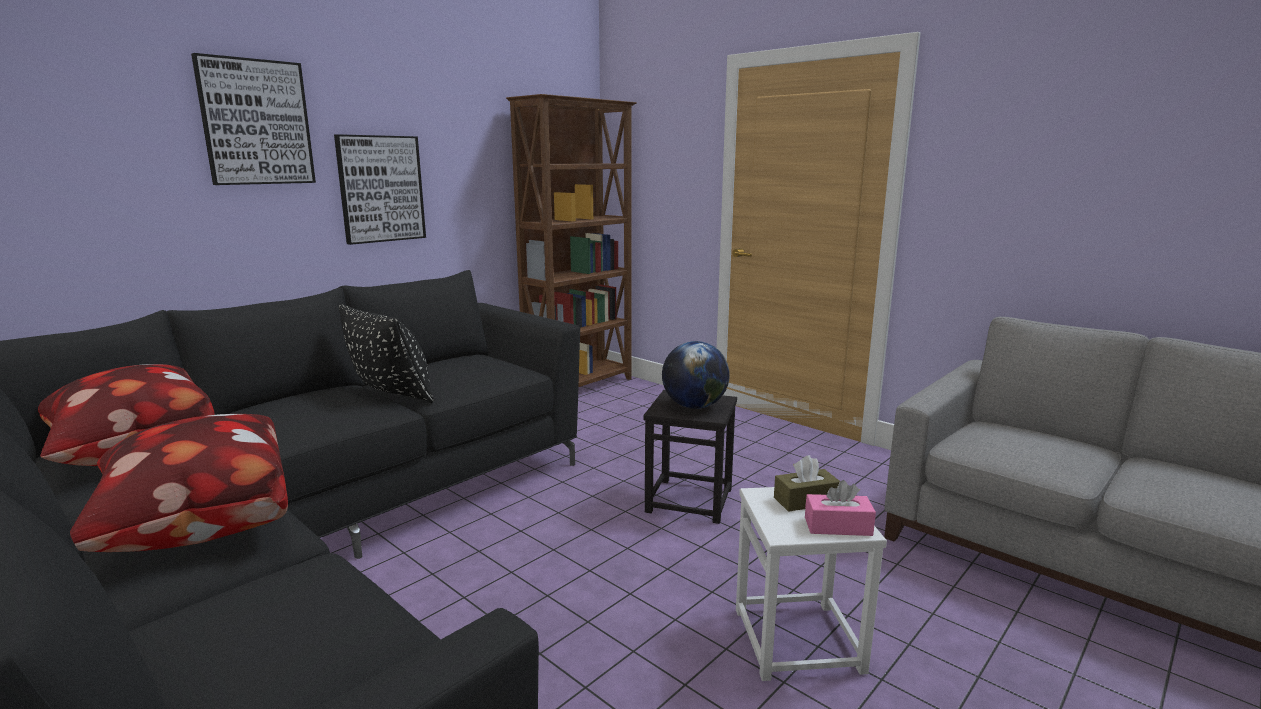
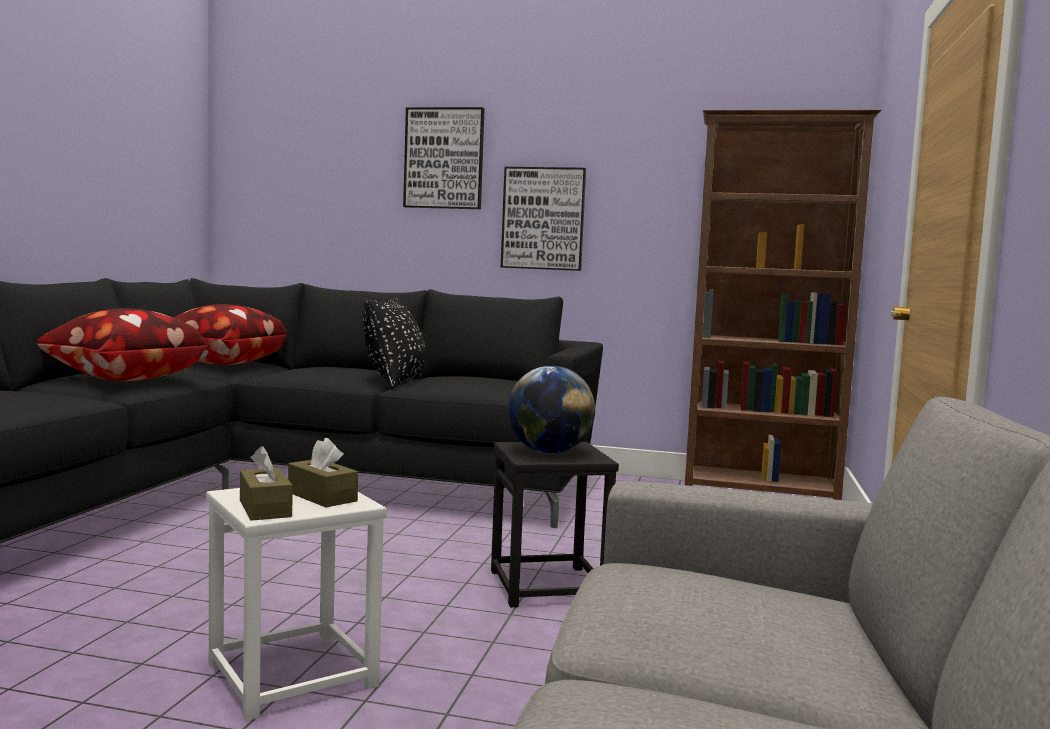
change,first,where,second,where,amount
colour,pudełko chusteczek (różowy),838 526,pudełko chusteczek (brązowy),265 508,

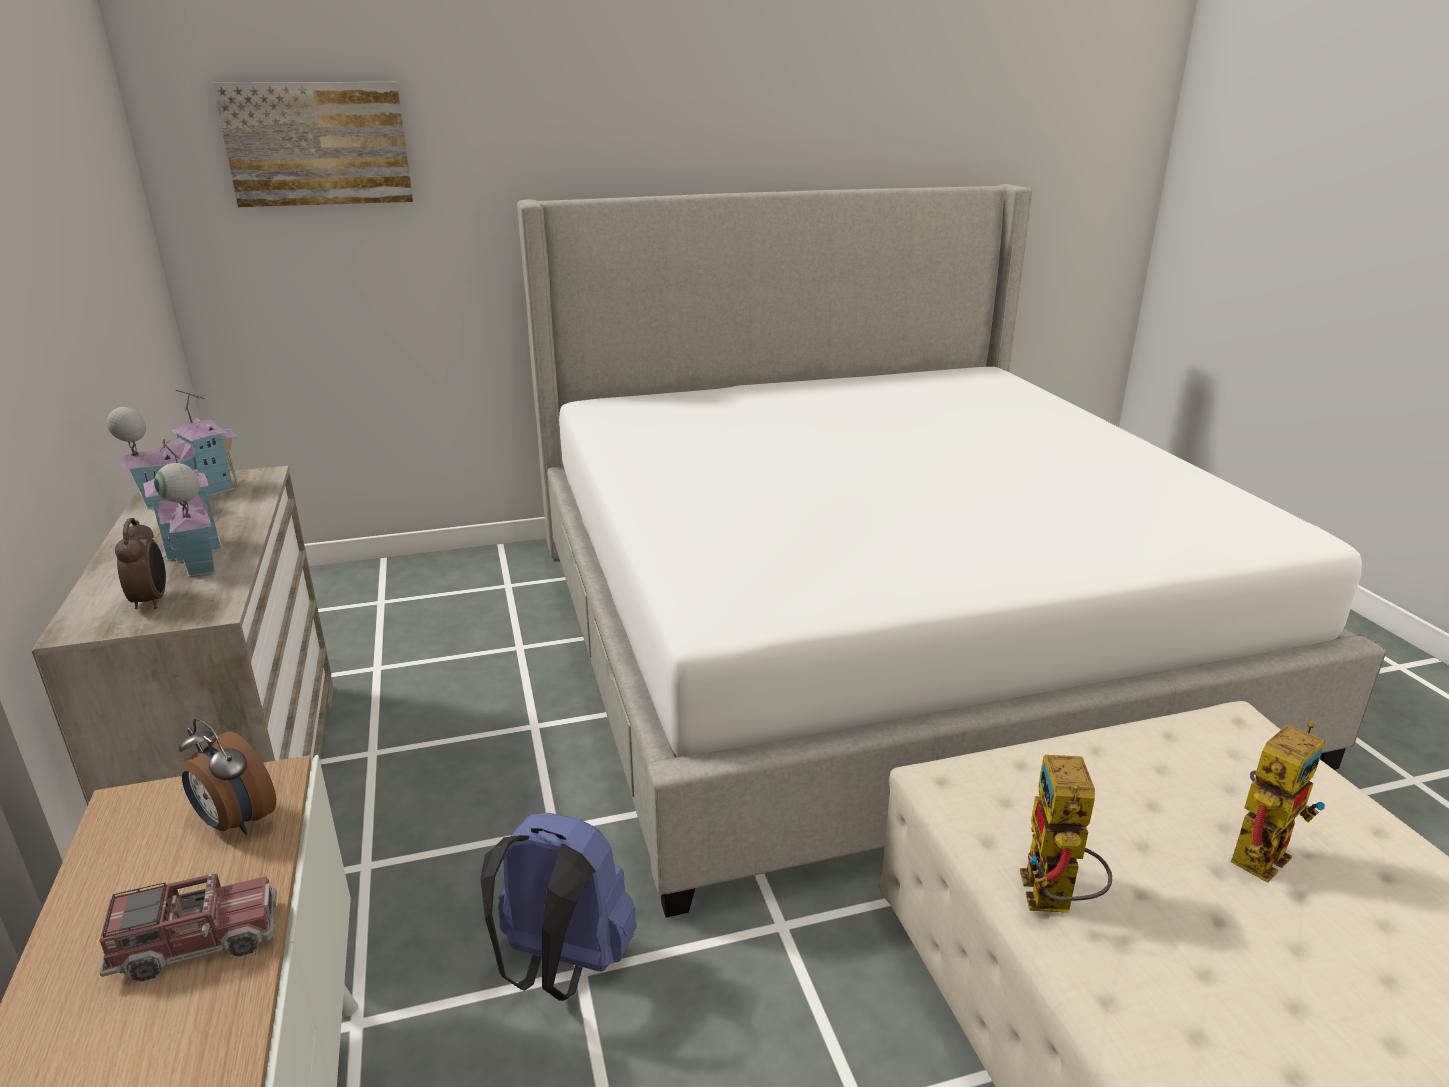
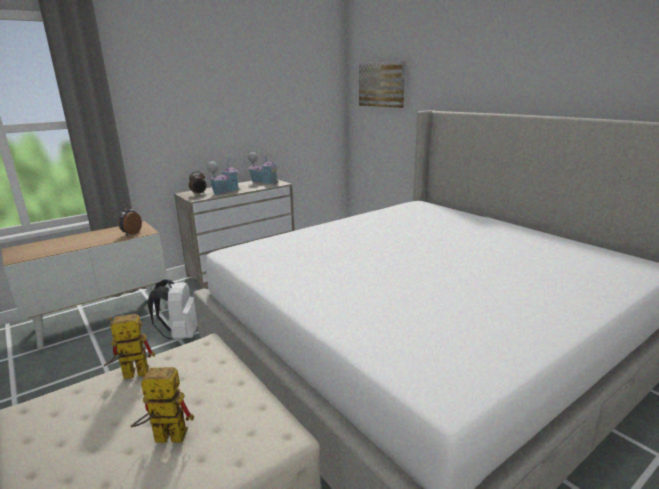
change,first,where,second,where,amount
spun,robot zabawkowy,1260 850,,163 438,150 degrees clockwise
colour,plecak (niebieski),561 966,plecak (biały),181 335,
missing,ciężarówka zabawkowa,197 941,,,

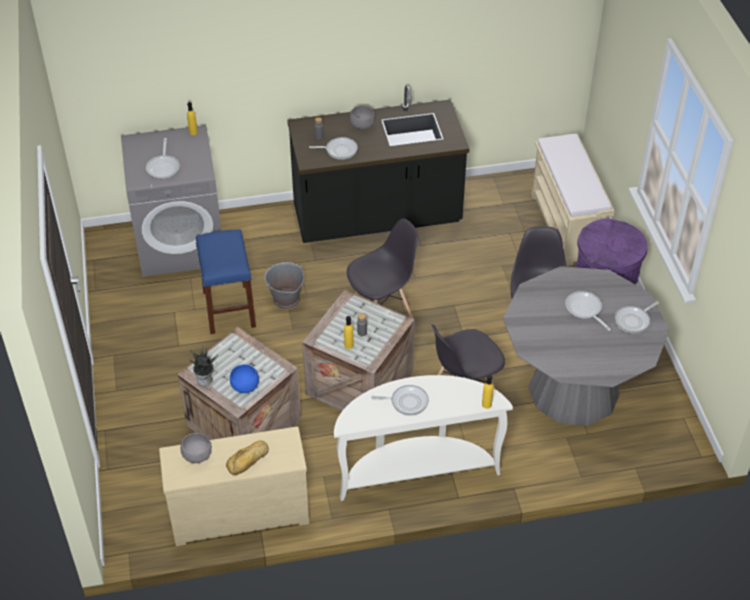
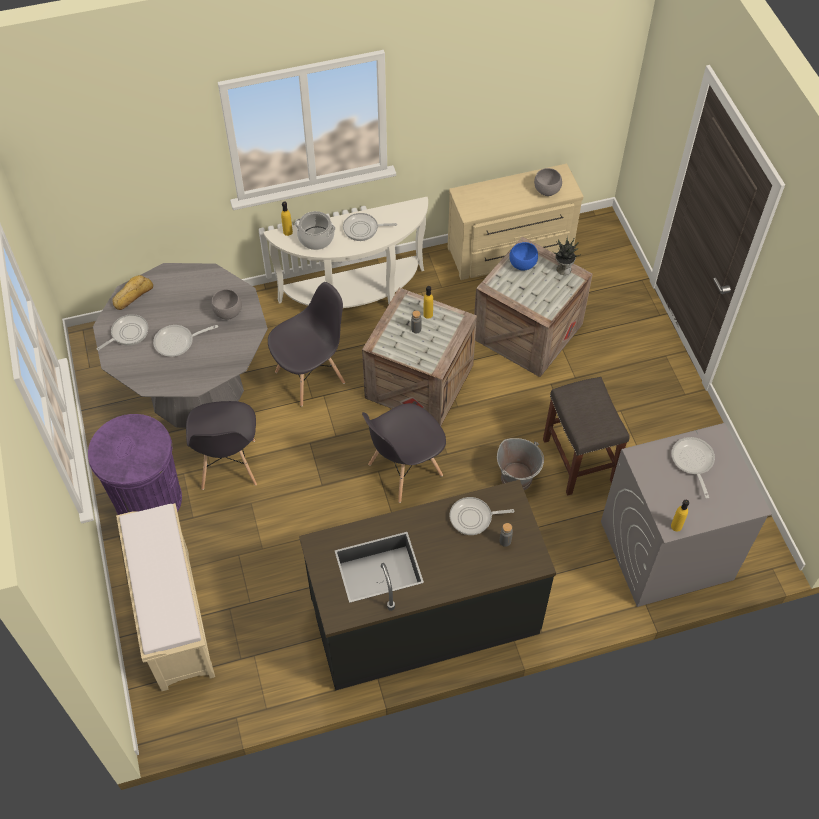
change,first,where,second,where,amount
relocated,chleb,249 460,,132 295,
spun,patelnia,585 310,,178 342,105 degrees clockwise
relocated,miska (szary),362 125,,228 313,
appeared,,,garnek,316 238,
colour,stołek (niebieski),228 308,stołek (szary),580 461,

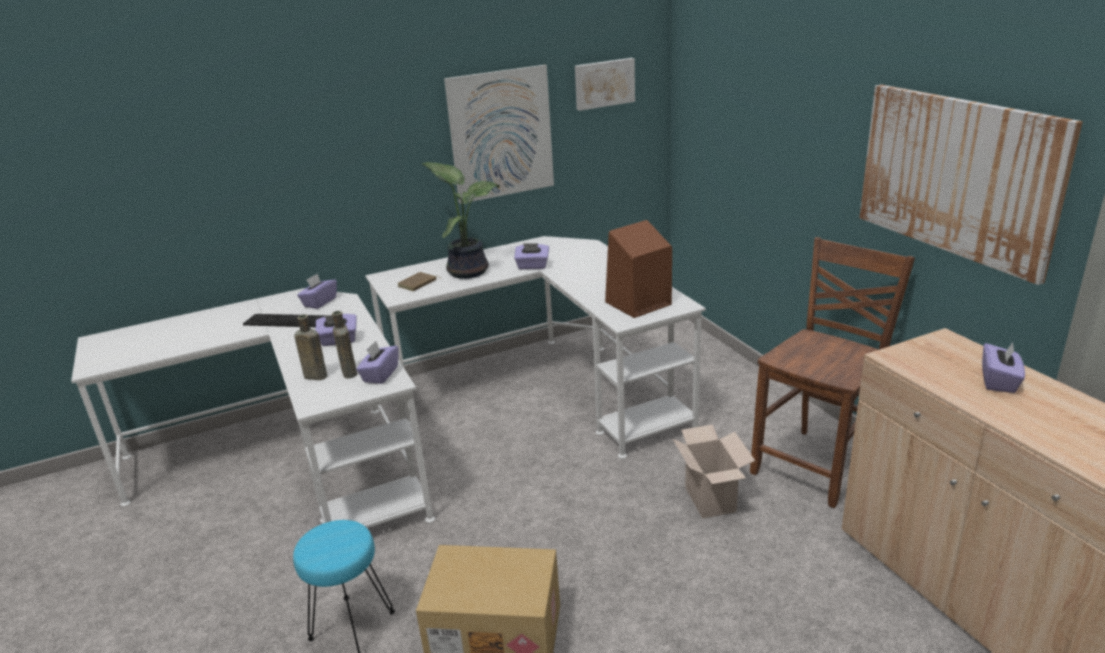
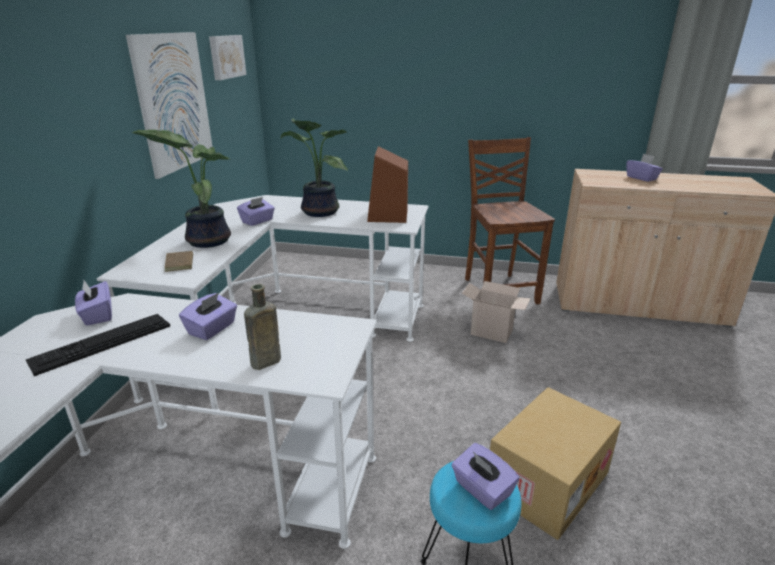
change,first,where,second,where,amount
appeared,,,roślina doniczkowa,317 212,
relocated,pudełko chusteczek (fioletowy),380 375,,482 489,
missing,butelka (brązowy),349 371,,,
missing,obraz,956 176,,,

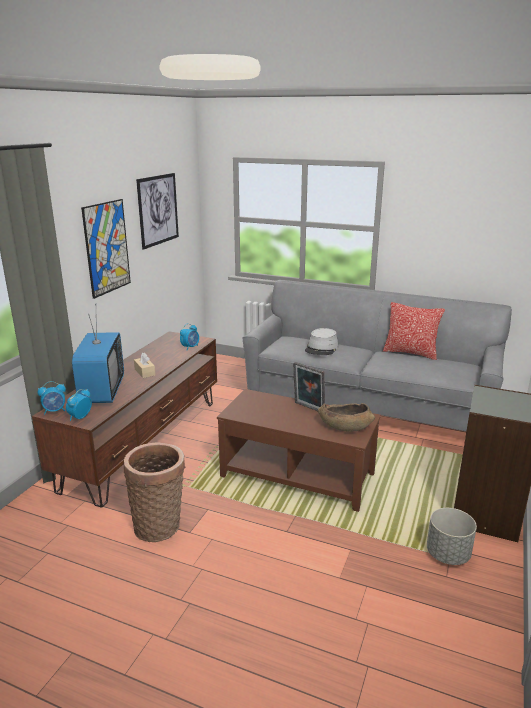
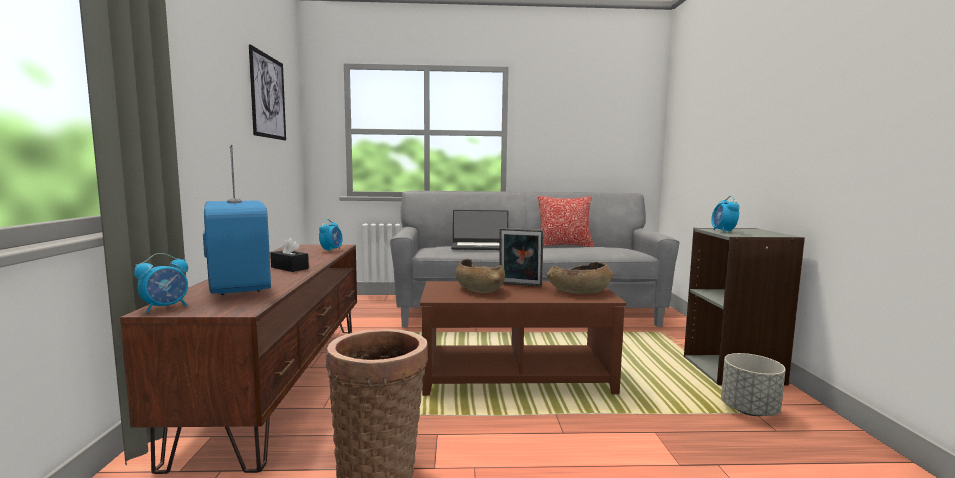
change,first,where,second,where,amount
colour,pudełko chusteczek (beżowy),145 372,pudełko chusteczek (czarny),289 268,
exchanged,kapelusz (szary),321 348,laptop,480 247,
appeared,,,miska (brązowy),479 289,
relocated,budzik,80 417,,723 231,
missing,obraz,107 247,,,

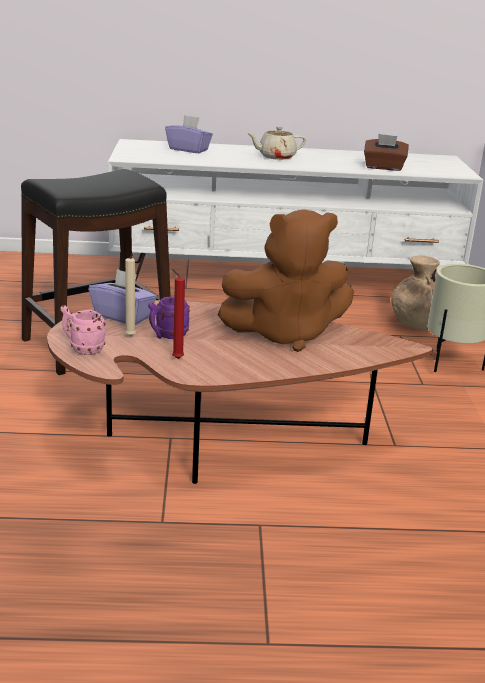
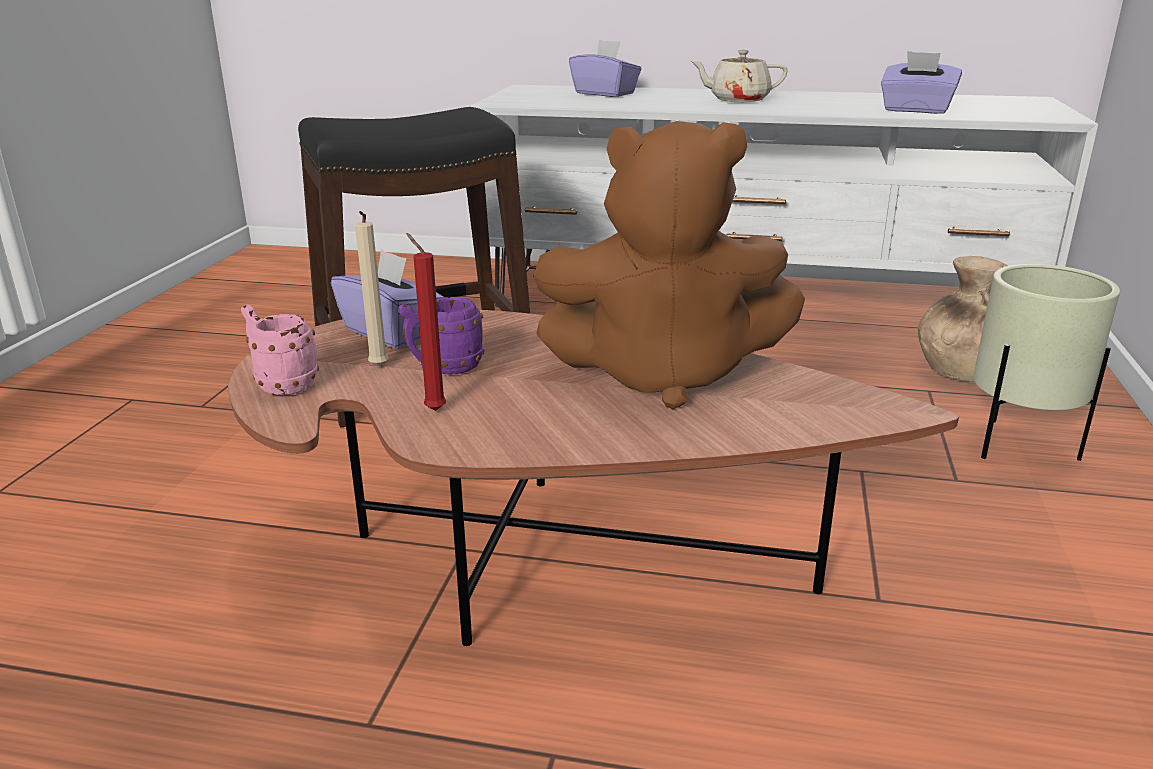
change,first,where,second,where,amount
colour,pudełko chusteczek (brązowy),383 167,pudełko chusteczek (fioletowy),916 110,

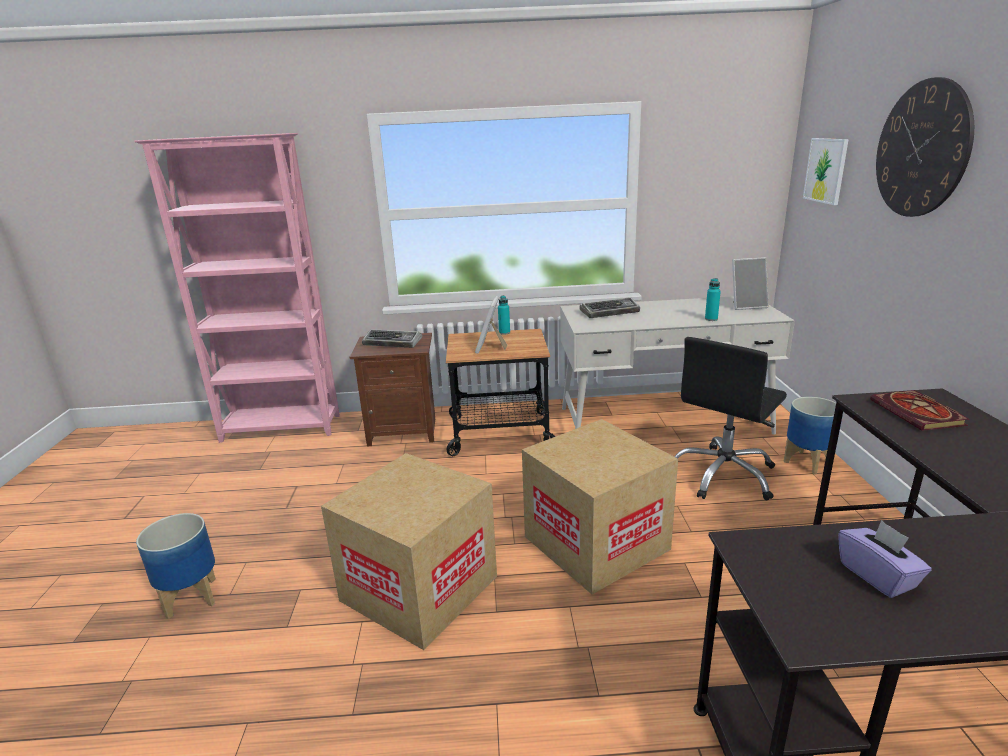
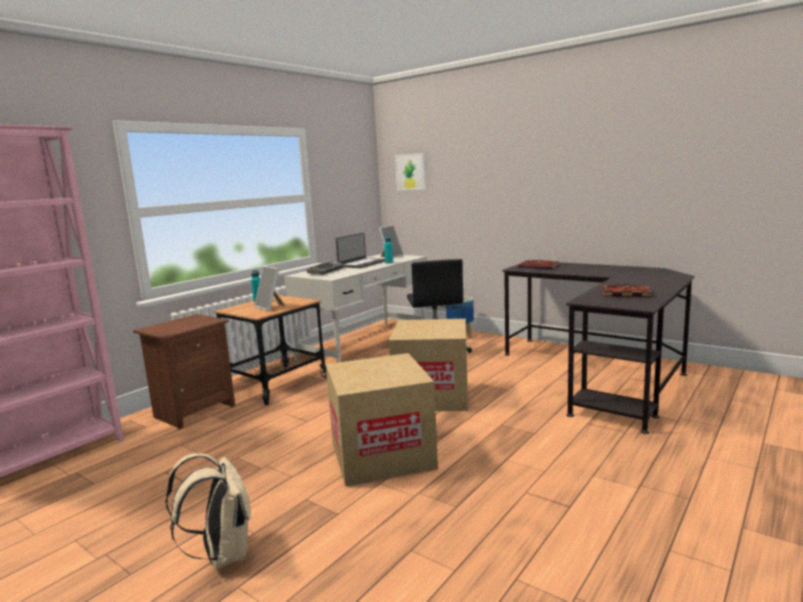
change,first,where,second,where,amount
exchanged,donica,191 597,plecak (beżowy),222 554,
appeared,,,laptop,362 264,
exchanged,pudełko chusteczek (fioletowy),877 575,książka,624 293,
missing,klawiatura,393 343,,,
missing,zegar ścienny,922 149,,,

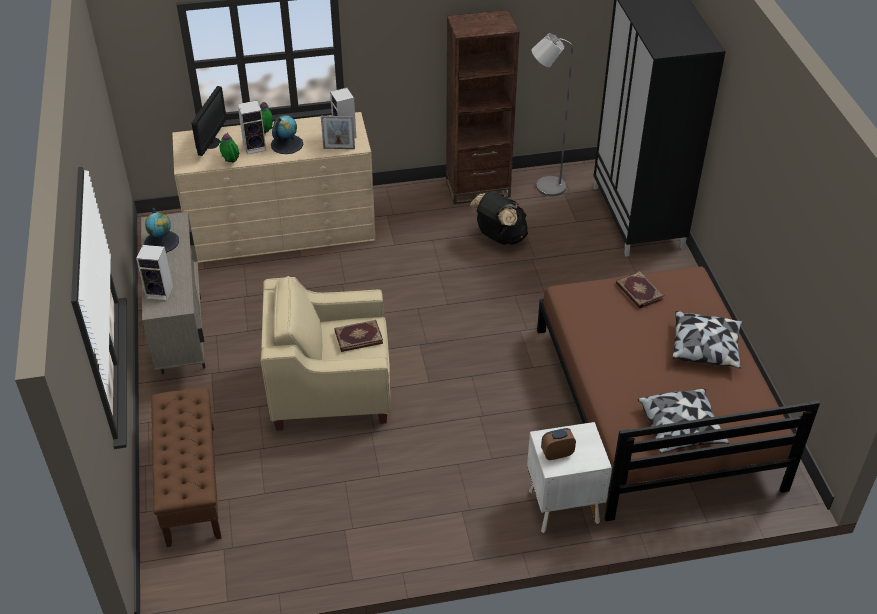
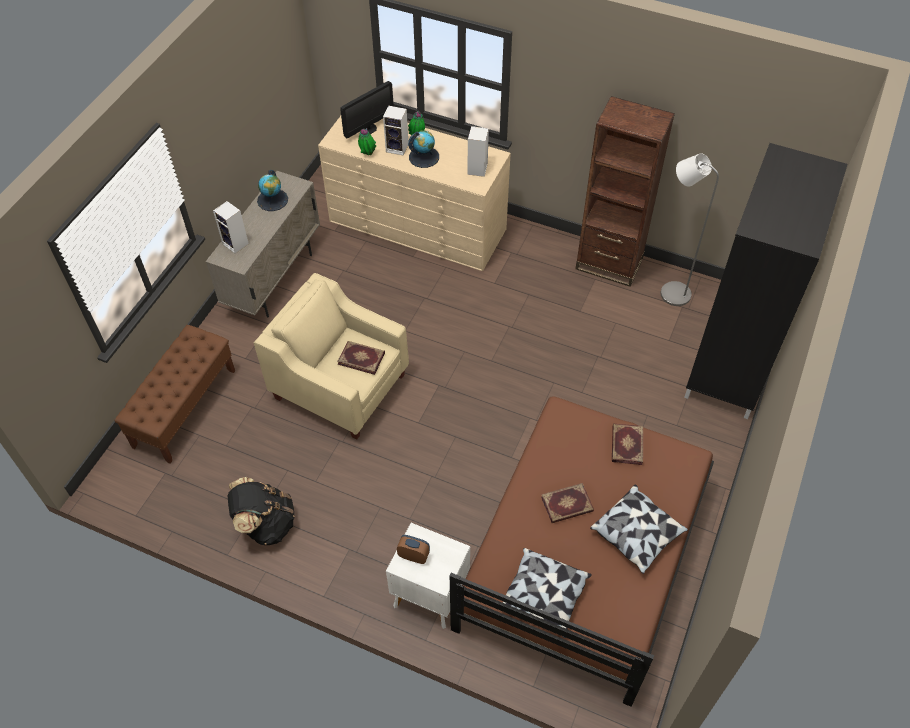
change,first,where,second,where,amount
relocated,plecak (czarny),499 237,,266 524,
appeared,,,książka,567 505,
missing,ramka na zdjęcie,339 148,,,

